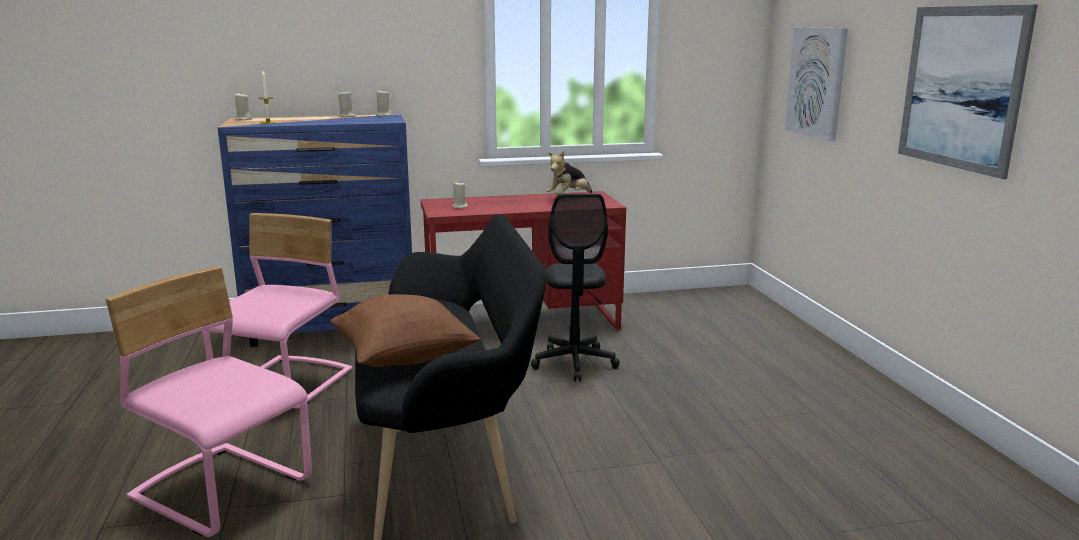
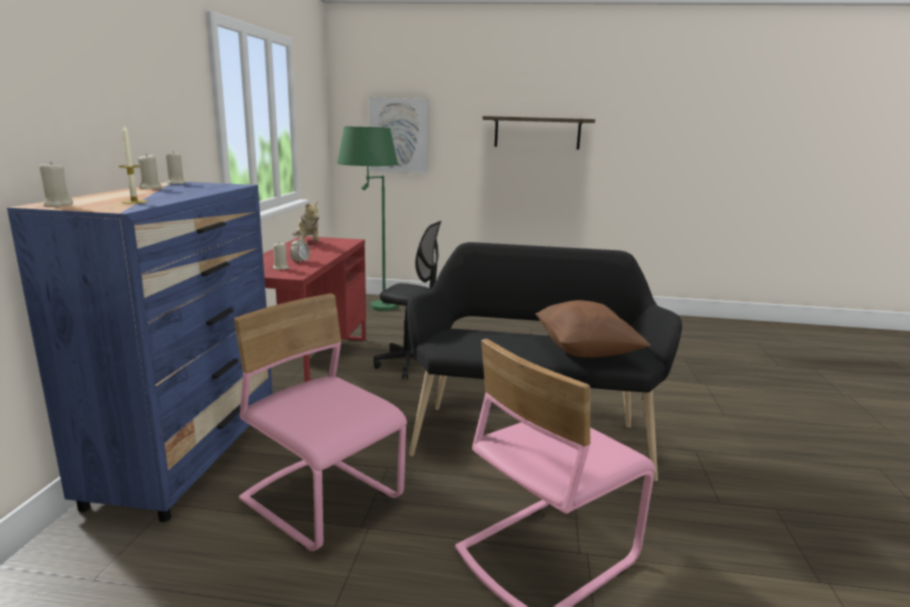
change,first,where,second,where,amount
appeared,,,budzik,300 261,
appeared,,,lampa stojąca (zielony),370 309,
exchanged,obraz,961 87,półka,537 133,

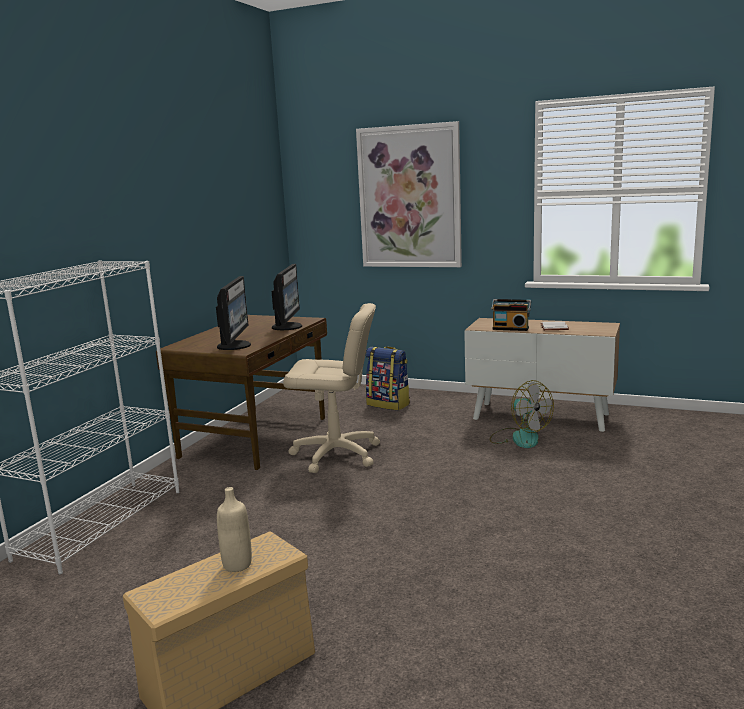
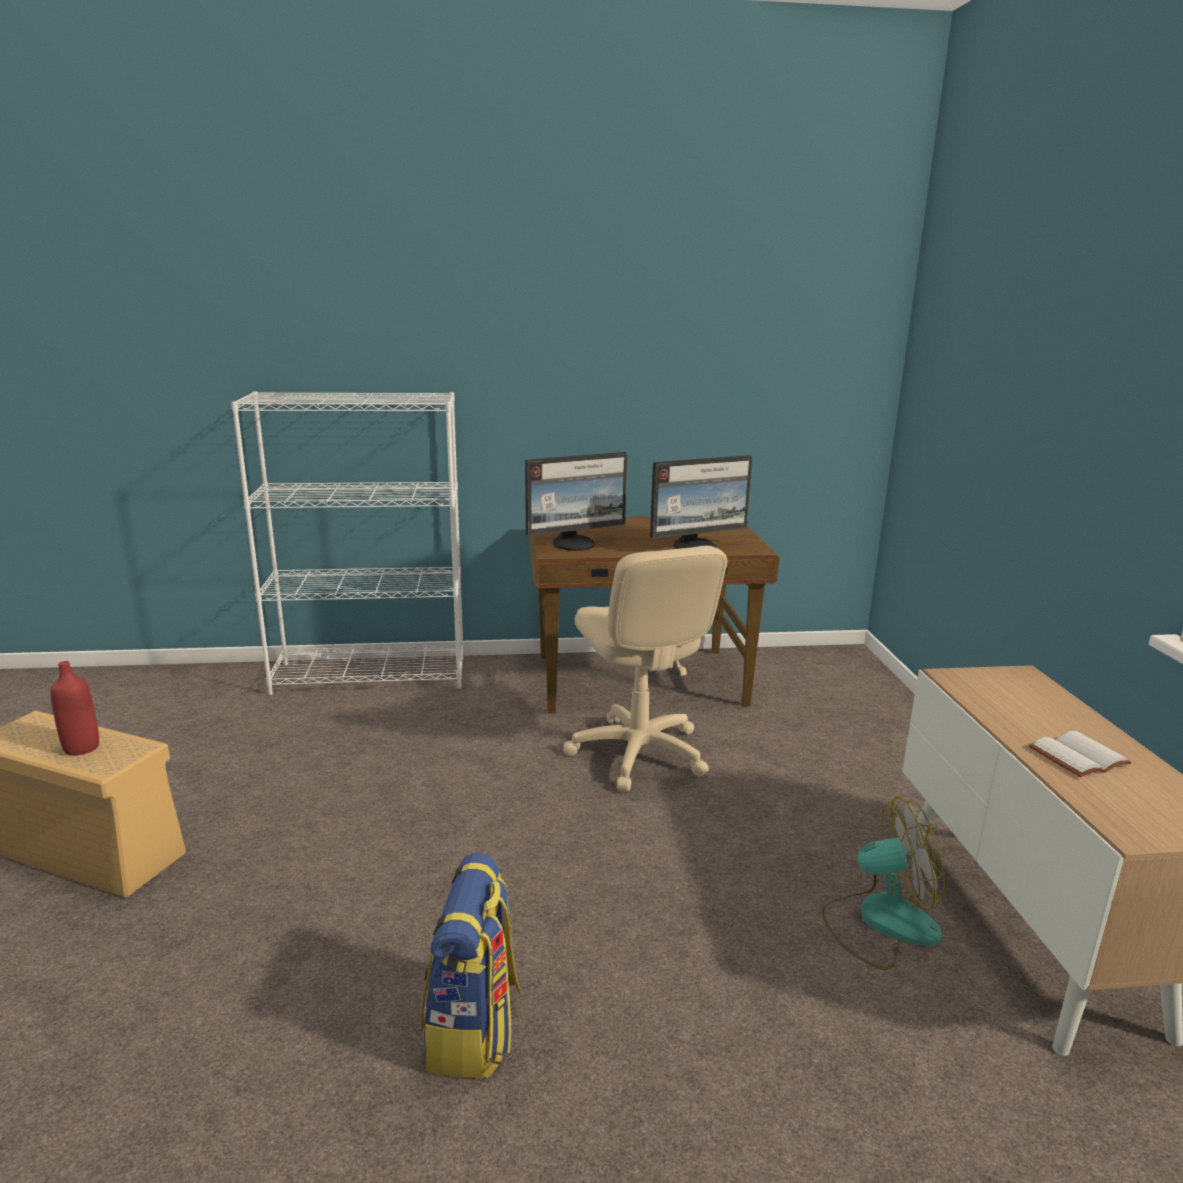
change,first,where,second,where,amount
colour,butelka (beżowy),237 564,butelka (czerwony),81 748,
relocated,plecak,389 404,,474 1030,
spun,wentylator,519 437,,880 922,120 degrees counterclockwise
missing,obraz,409 197,,,
missing,radio,511 328,,,

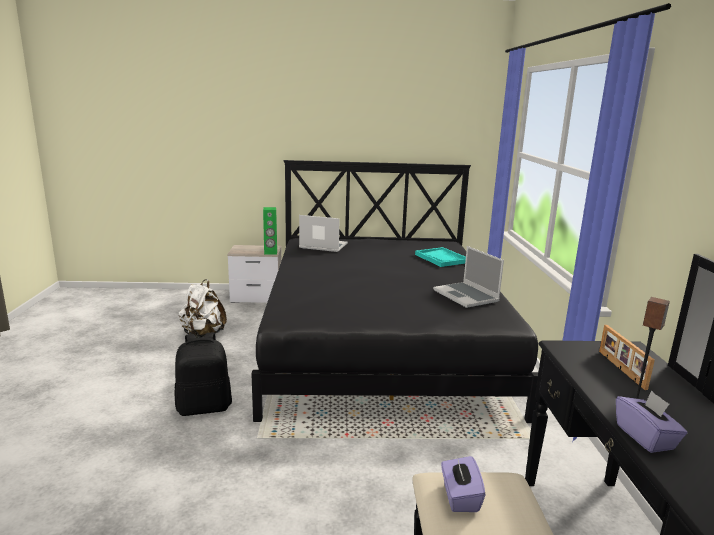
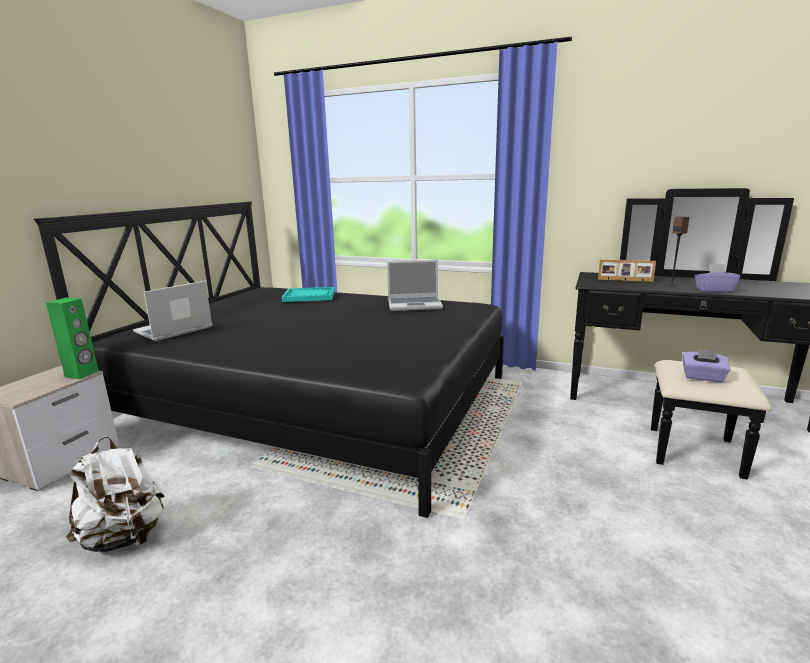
change,first,where,second,where,amount
missing,plecak (czarny),204 407,,,

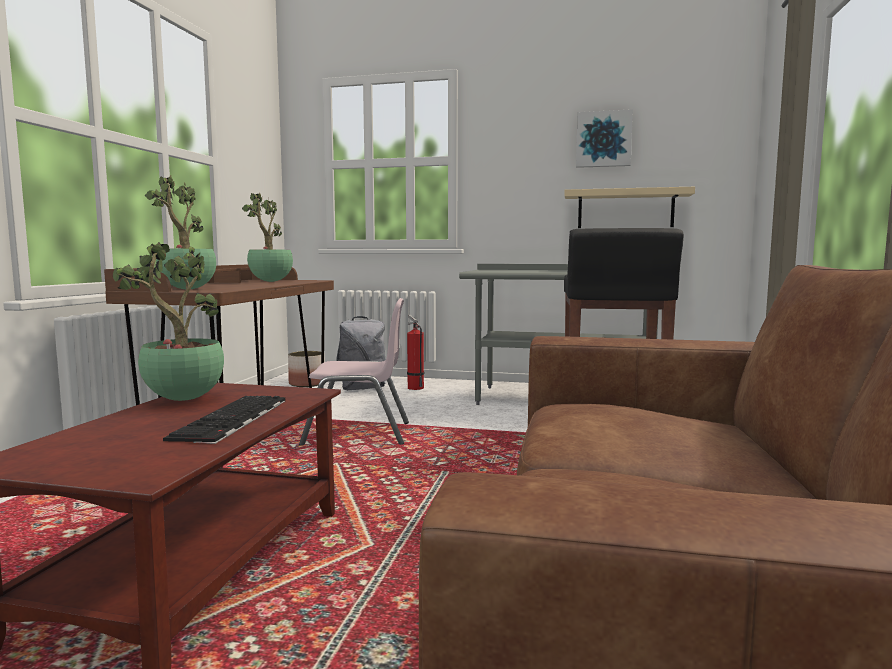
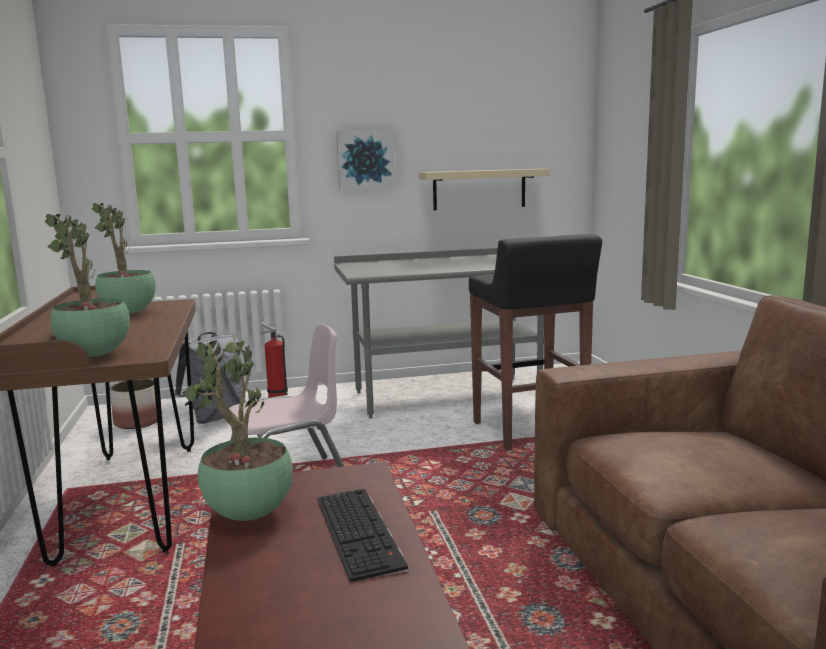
change,first,where,second,where,amount
relocated,obraz,603 139,,366 160,

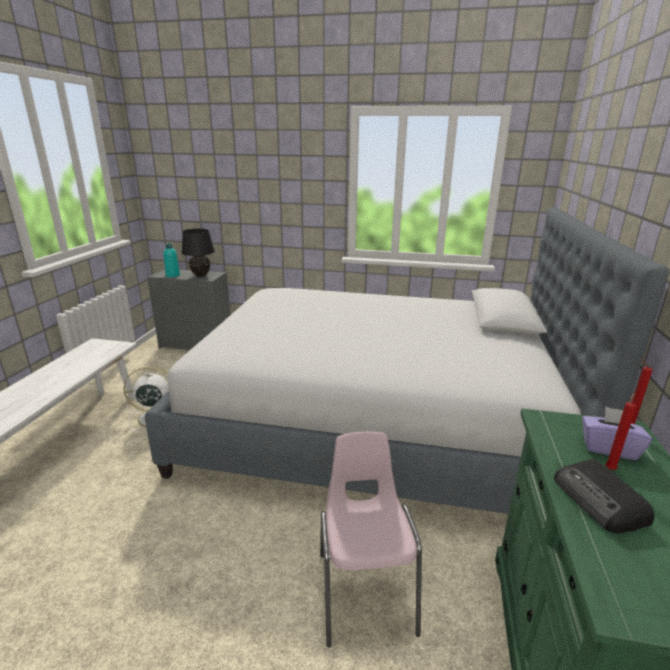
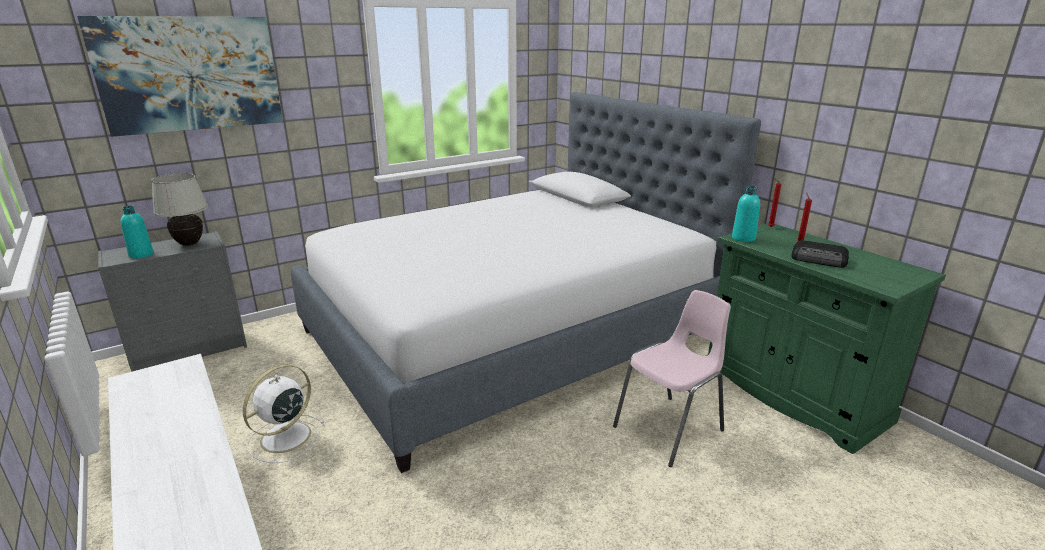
change,first,where,second,where,amount
appeared,,,obraz,190 74,
colour,lampa stołowa (czarny),201 275,lampa stołowa (biały),189 244,
spun,krzesło (różowy),365 591,,670 429,105 degrees clockwise
appeared,,,butelka (turkusowy),743 238,
missing,pudełko chusteczek (fioletowy),608 448,,,

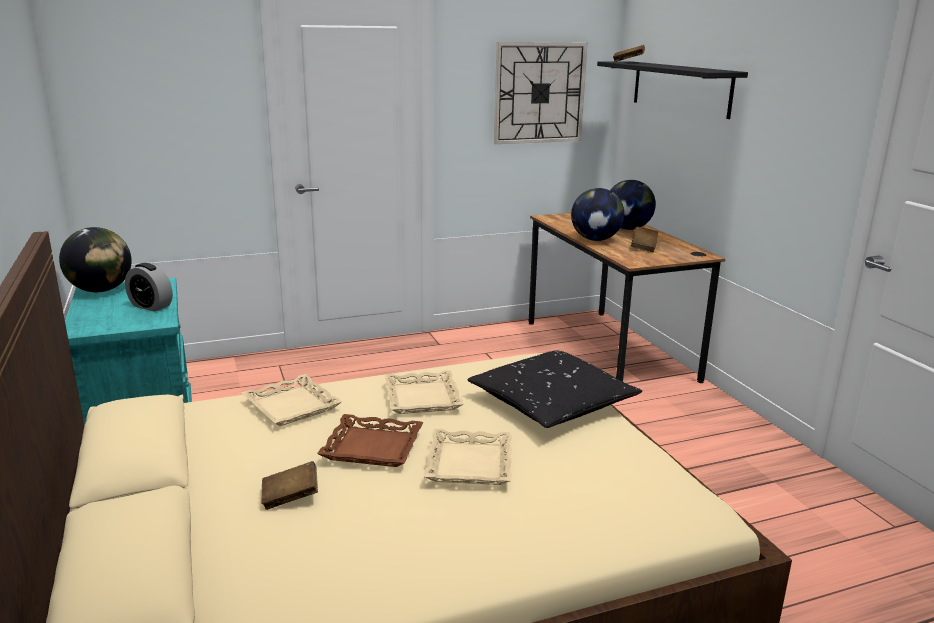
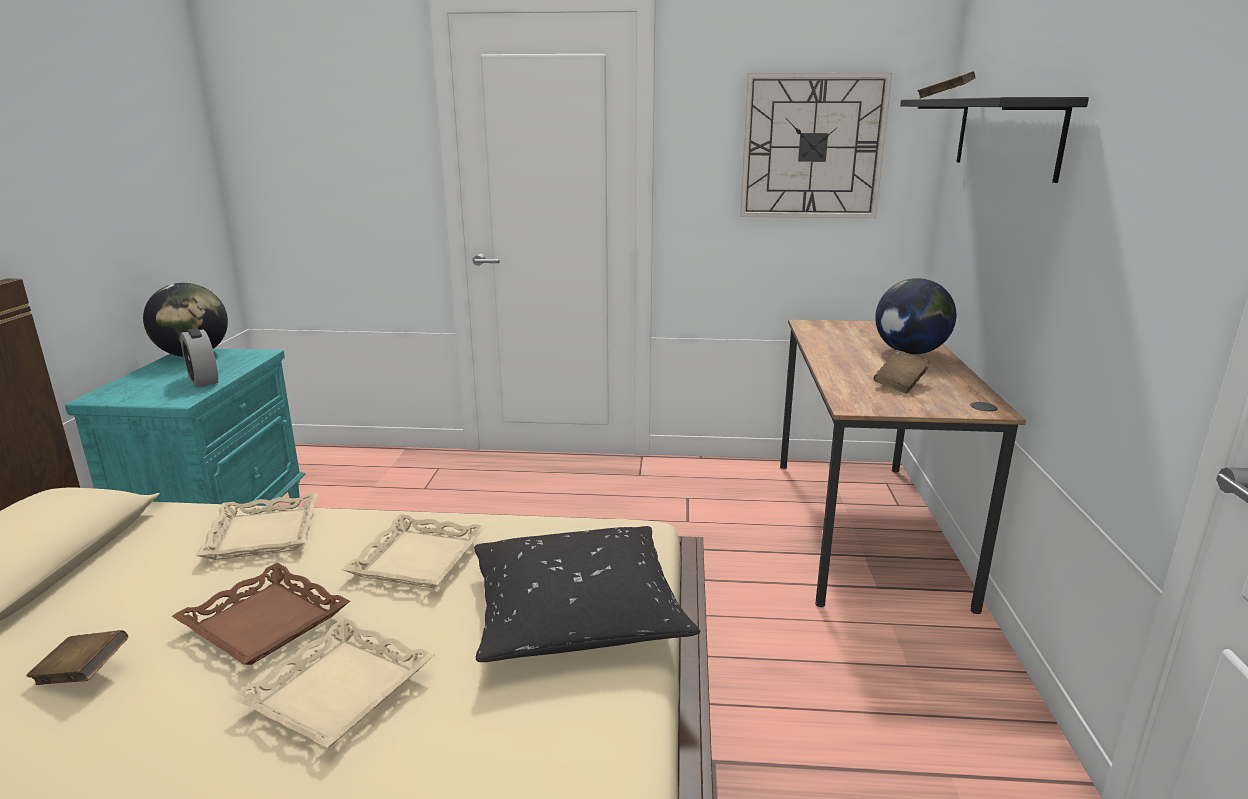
change,first,where,second,where,amount
missing,globus,595 239,,,

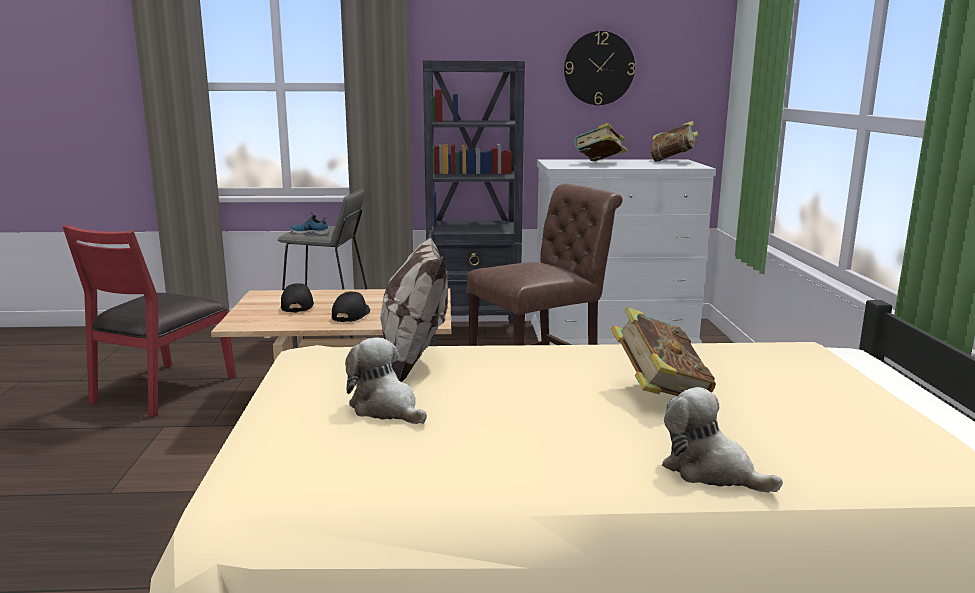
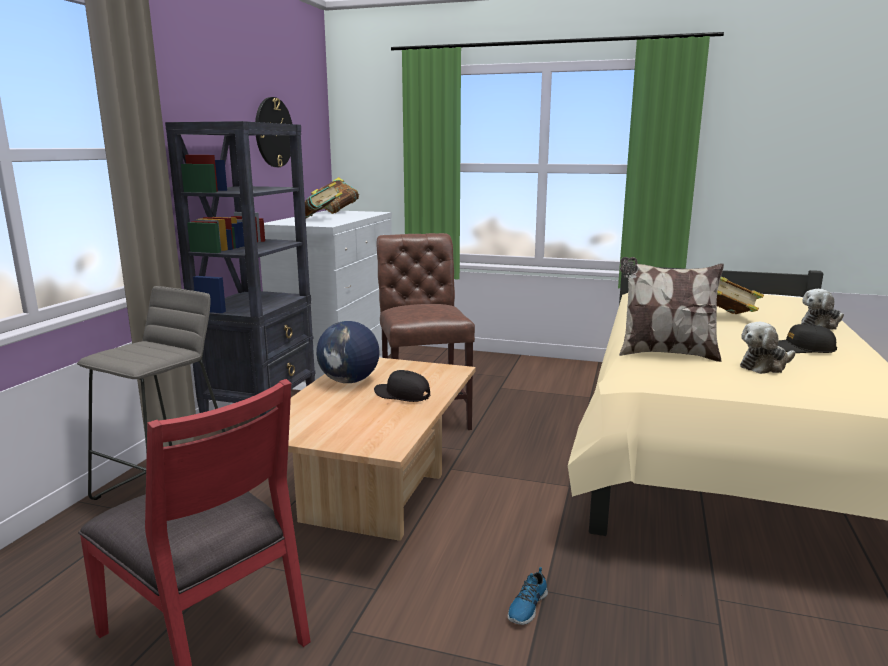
change,first,where,second,where,amount
appeared,,,globus,349 381,
relocated,but,310 233,,526 606,
relocated,czapka z daszkiem (czarny),297 306,,801 349,

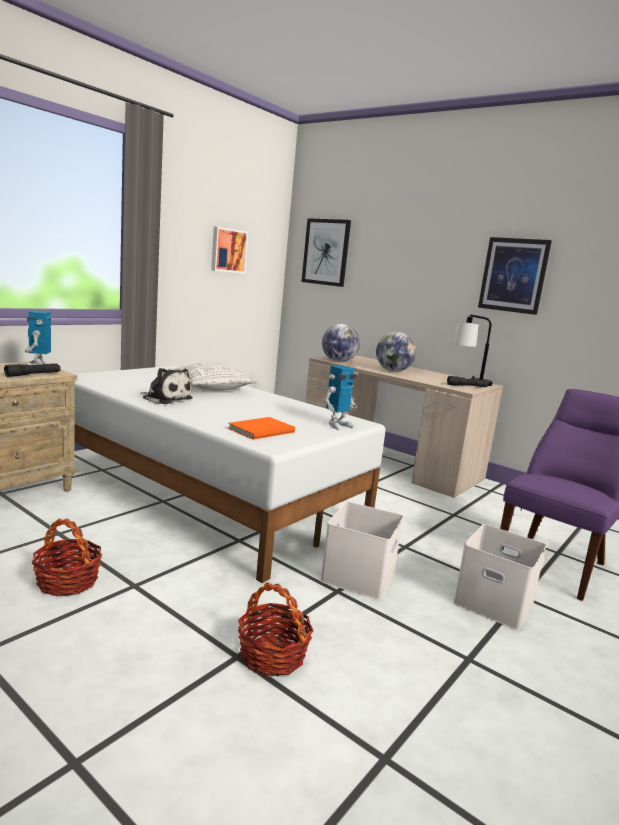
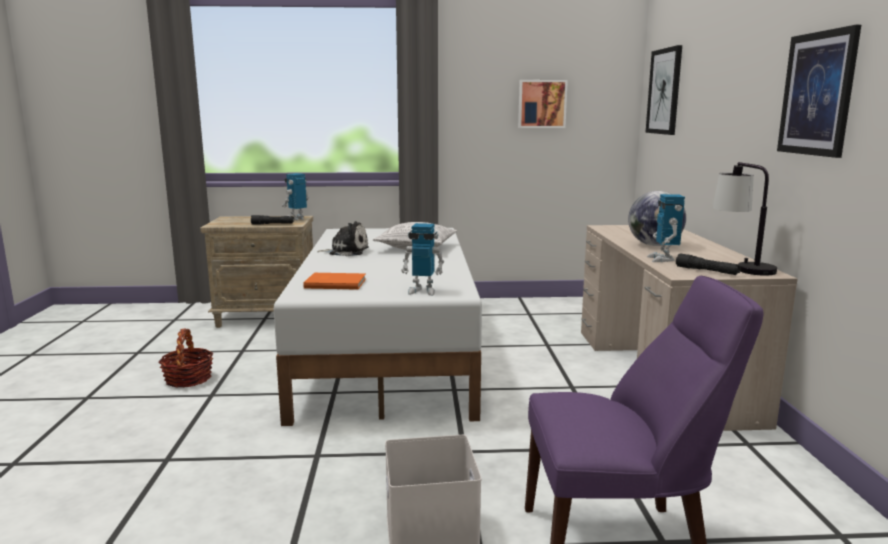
change,first,where,second,where,amount
spun,pluszak,166 398,,346 251,75 degrees counterclockwise
appeared,,,robot zabawkowy,663 259,
missing,koszyk,272 655,,,
missing,pojemnik do przechowywania (biały),359 577,,,
missing,globus,338 361,,,

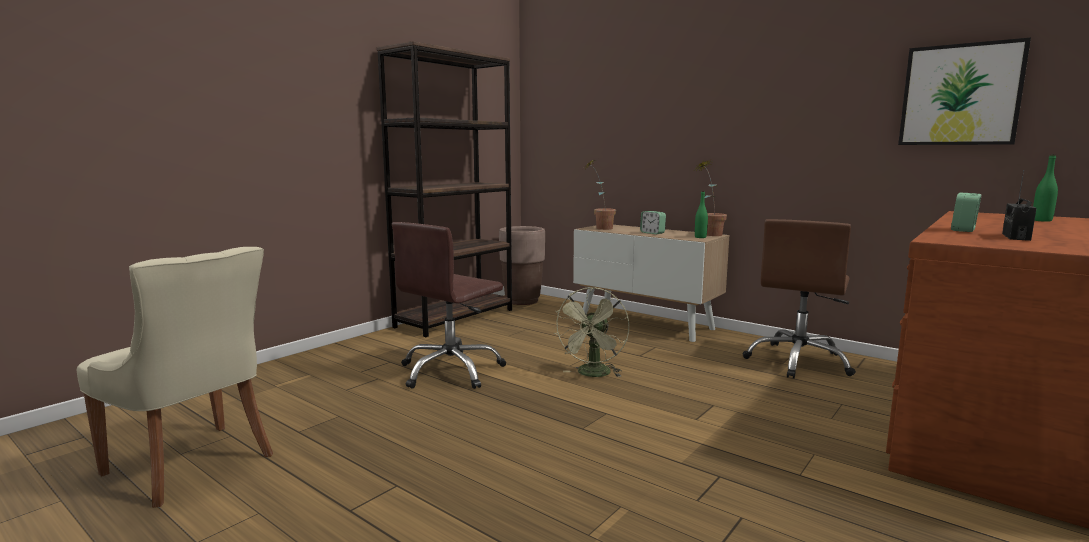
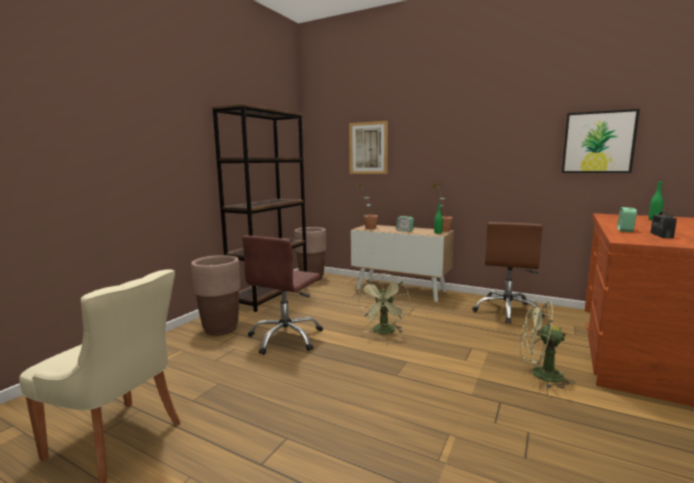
change,first,where,second,where,amount
appeared,,,donica (brązowy),221 329,
appeared,,,obraz,368 148,
appeared,,,wentylator (zielony),540 374,

